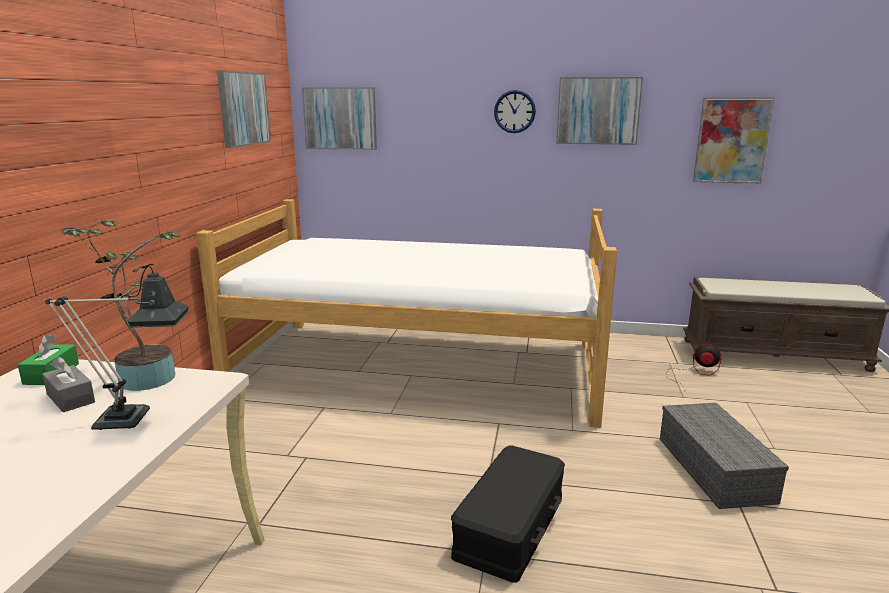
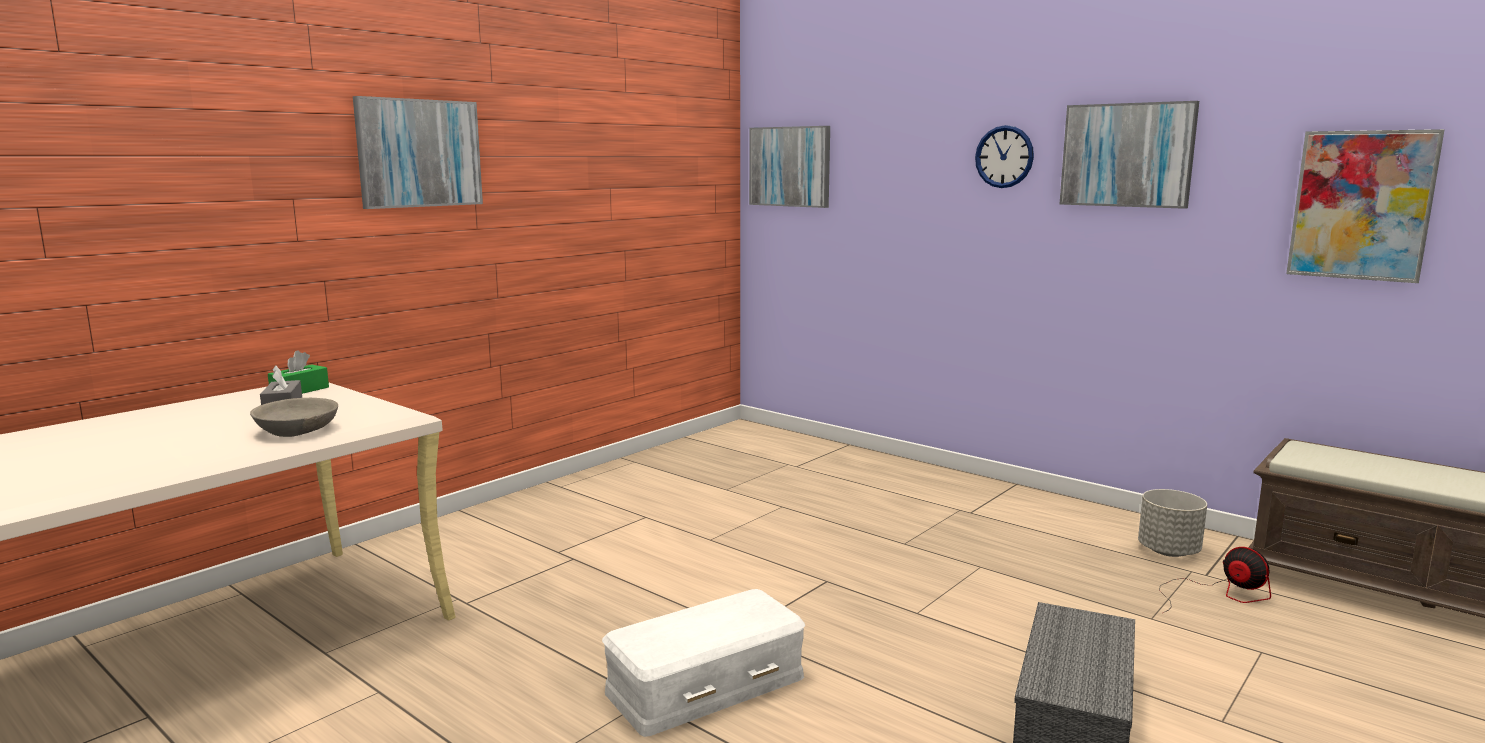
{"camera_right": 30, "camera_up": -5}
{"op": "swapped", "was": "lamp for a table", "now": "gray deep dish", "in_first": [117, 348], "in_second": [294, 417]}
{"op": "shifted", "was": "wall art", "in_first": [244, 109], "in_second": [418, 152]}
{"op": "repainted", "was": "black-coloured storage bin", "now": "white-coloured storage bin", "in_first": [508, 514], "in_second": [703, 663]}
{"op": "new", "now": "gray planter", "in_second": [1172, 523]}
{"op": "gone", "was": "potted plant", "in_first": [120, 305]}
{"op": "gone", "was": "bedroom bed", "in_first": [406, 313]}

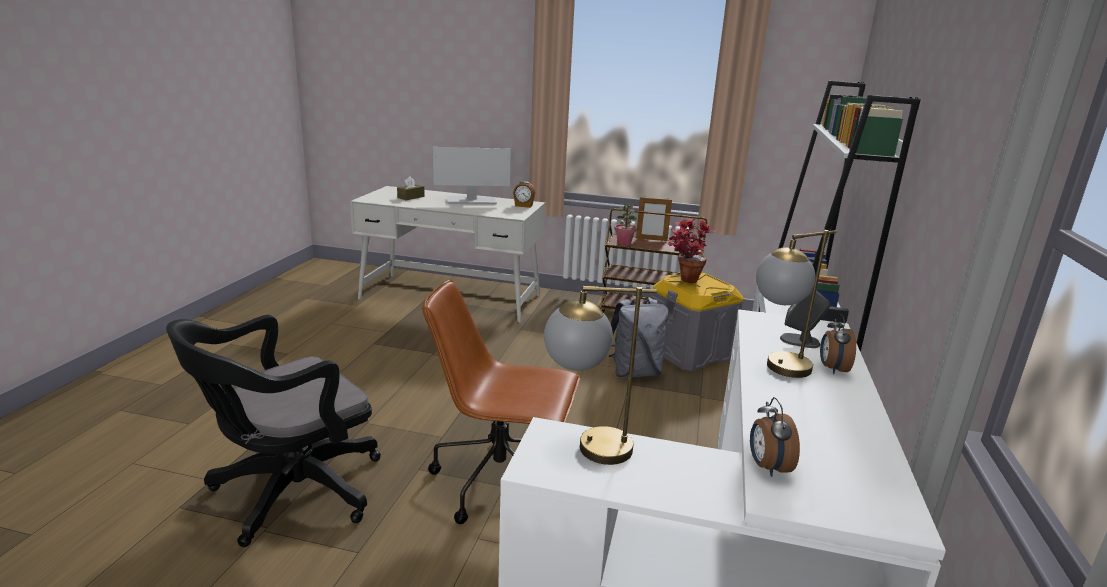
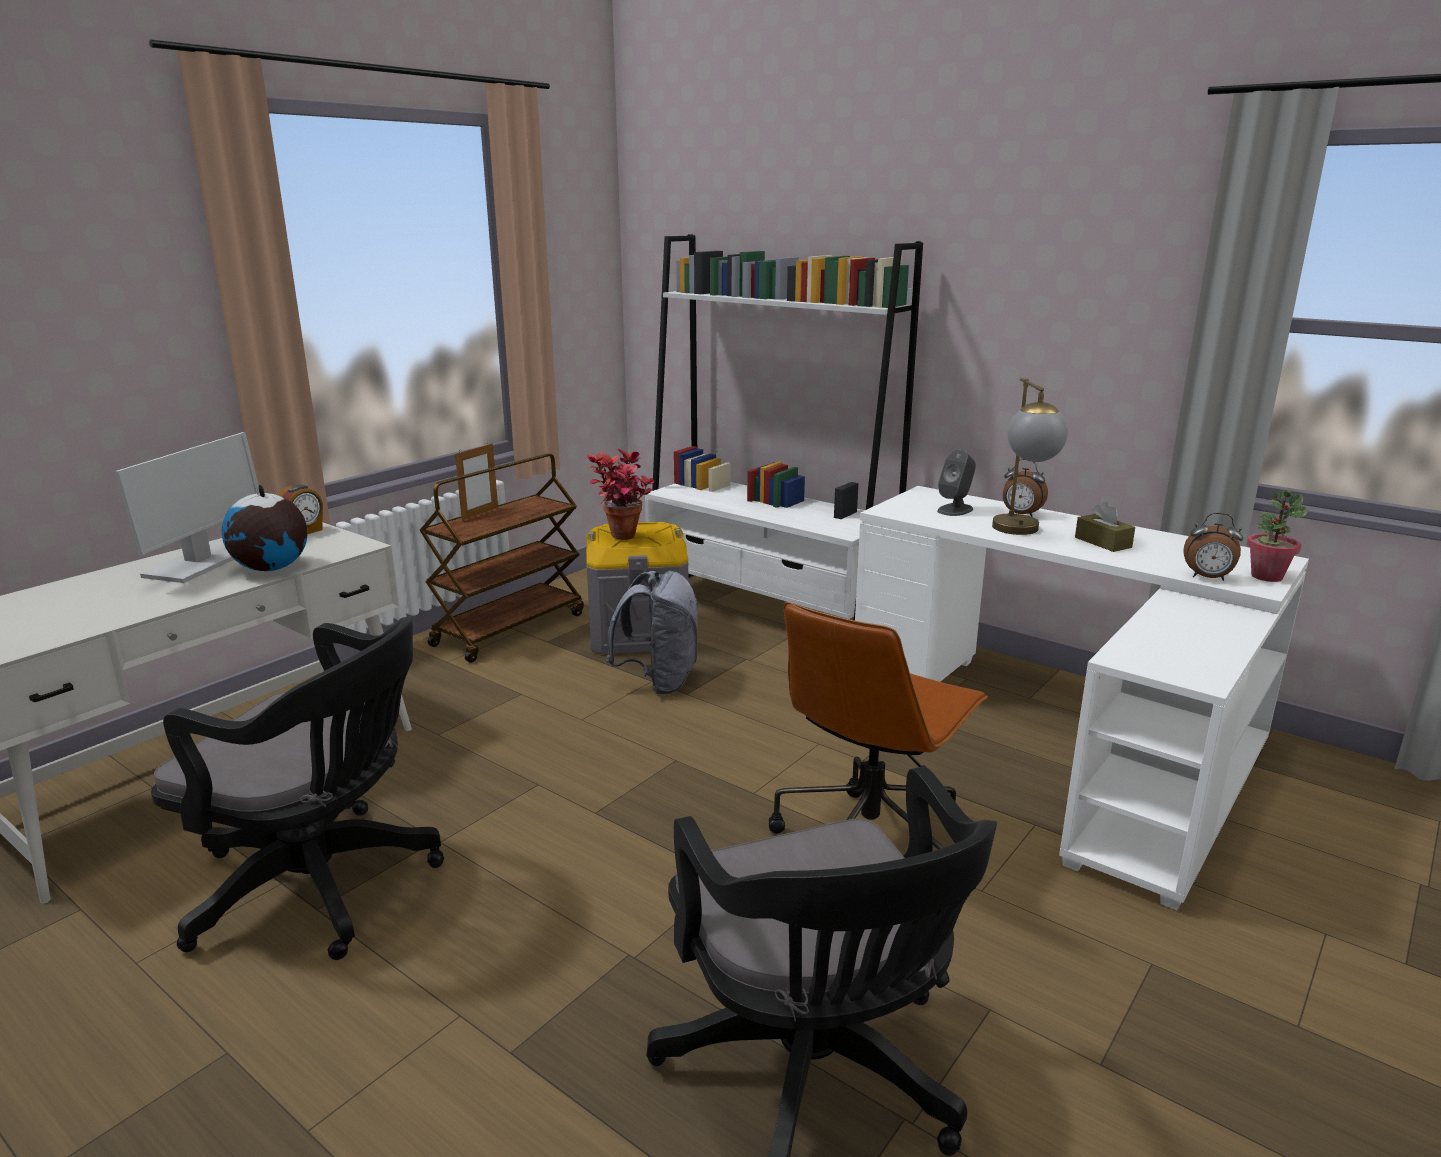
{"camera_right": -65, "camera_up": 0}
{"op": "new", "now": "black-coloured computer chair", "in_second": [297, 788]}
{"op": "new", "now": "desk globe", "in_second": [264, 527]}
{"op": "shifted", "was": "brown tissue box", "in_first": [411, 188], "in_second": [1105, 527]}
{"op": "shifted", "was": "potted plant", "in_first": [625, 224], "in_second": [1277, 536]}
{"op": "gone", "was": "lamp for a table", "in_first": [600, 375]}

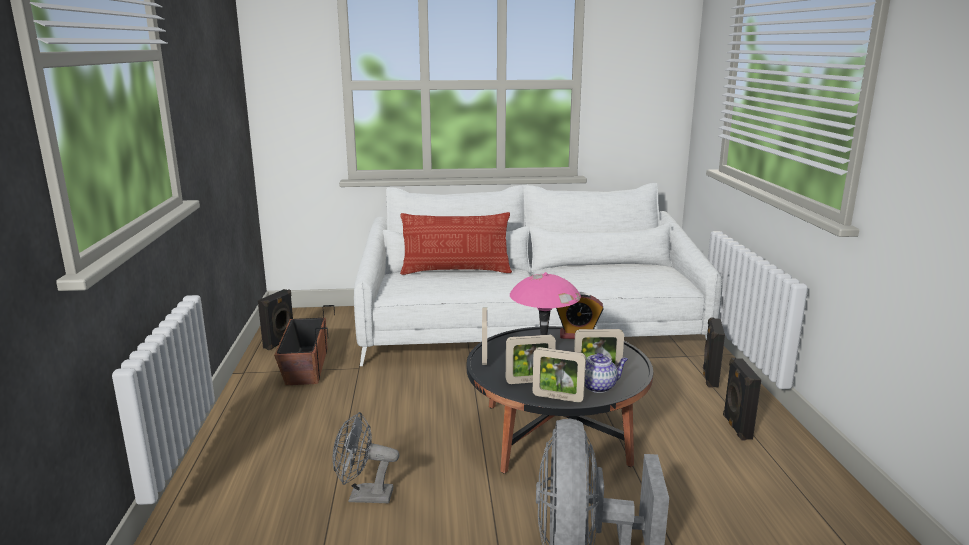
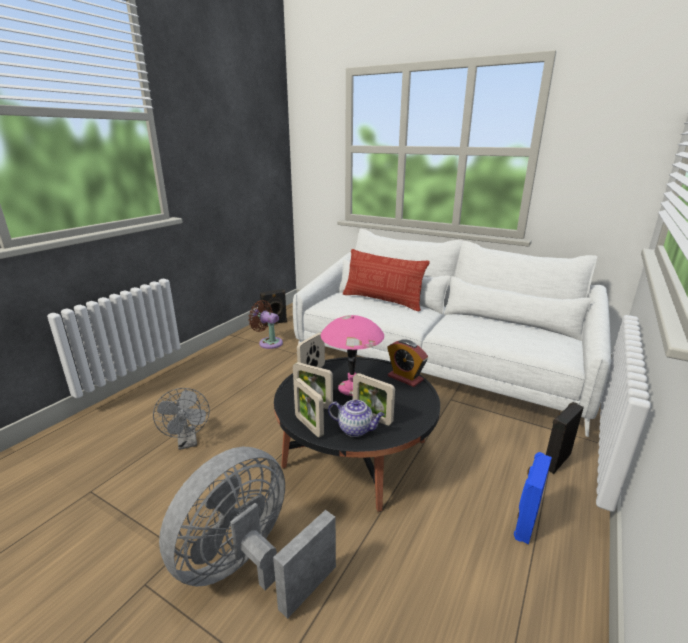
{"camera_right": 35, "camera_up": 5}
{"op": "rotated", "was": "gray fan", "in_first": [366, 457], "in_second": [181, 419], "clockwise": -150}
{"op": "swapped", "was": "planter", "now": "brown fan", "in_first": [304, 345], "in_second": [265, 324]}
{"op": "repainted", "was": "black-coloured audio speaker", "now": "blue-coloured audio speaker", "in_first": [742, 399], "in_second": [533, 498]}

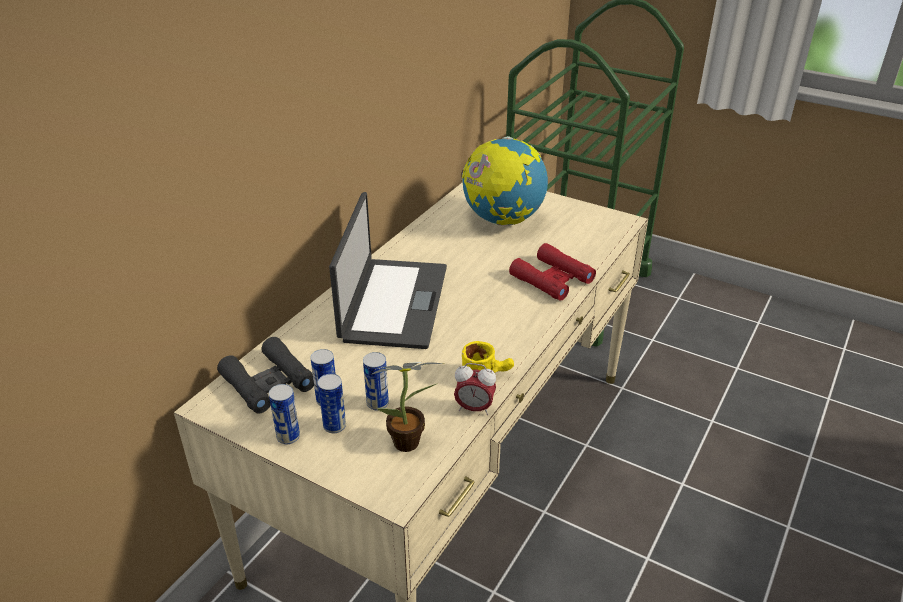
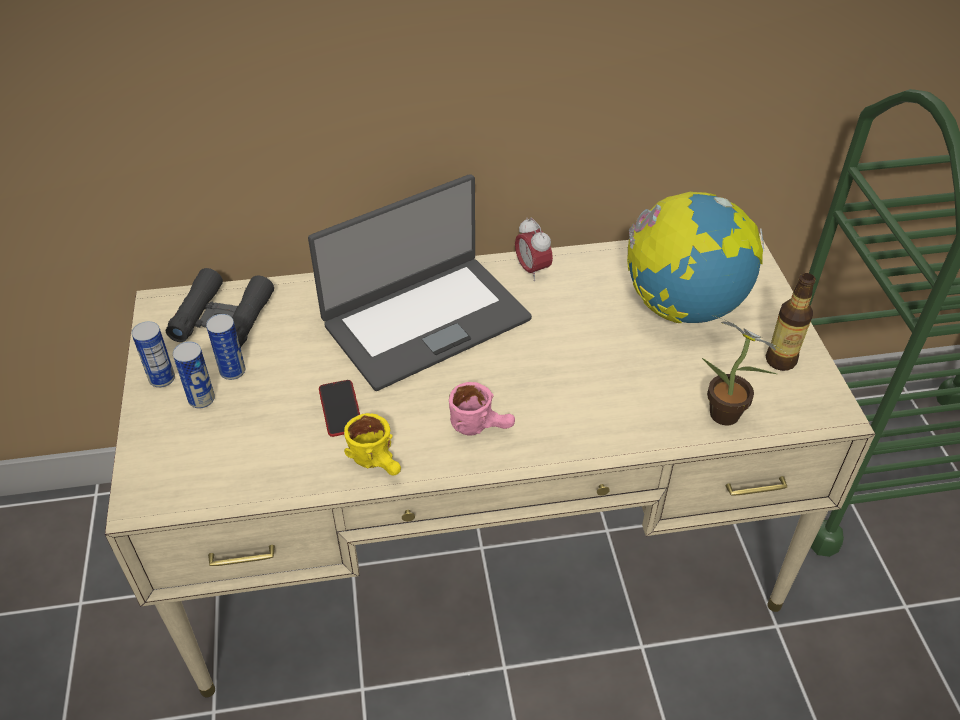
{"camera_right": 50, "camera_up": 10}
{"op": "new", "now": "handset", "in_second": [339, 408]}
{"op": "new", "now": "pink-coloured mug", "in_second": [482, 409]}
{"op": "shifted", "was": "table clock", "in_first": [475, 389], "in_second": [534, 249]}
{"op": "shifted", "was": "potted plant", "in_first": [407, 407], "in_second": [746, 370]}
{"op": "new", "now": "drink bottle", "in_second": [791, 322]}
{"op": "gone", "was": "can", "in_first": [376, 381]}
{"op": "gone", "was": "red-coloured binoculars", "in_first": [552, 272]}

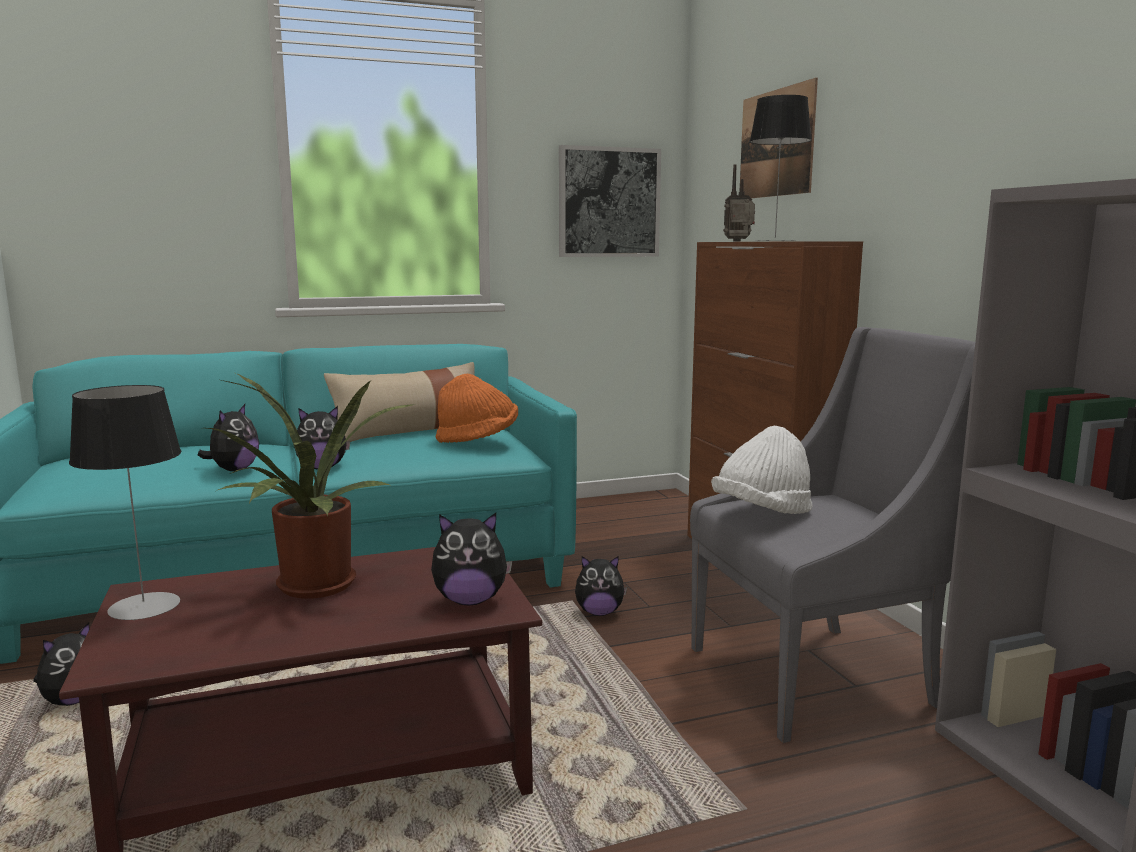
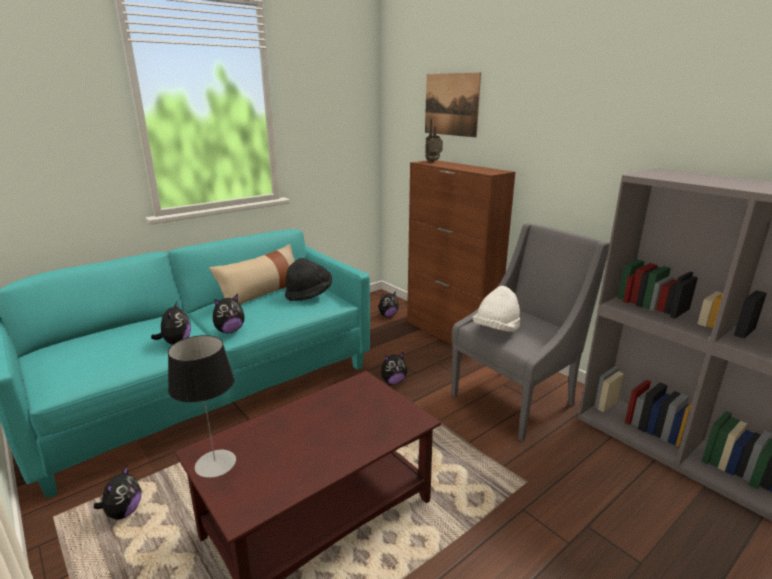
{"camera_right": -20, "camera_up": 10}
{"op": "repainted", "was": "orange clothing hat", "now": "black-coloured clothing hat", "in_first": [477, 408], "in_second": [308, 279]}
{"op": "shifted", "was": "plush toy", "in_first": [471, 559], "in_second": [388, 304]}
{"op": "gone", "was": "potted plant", "in_first": [311, 486]}
{"op": "gone", "was": "wall art", "in_first": [610, 201]}
{"op": "gone", "was": "lamp for a table", "in_first": [781, 168]}

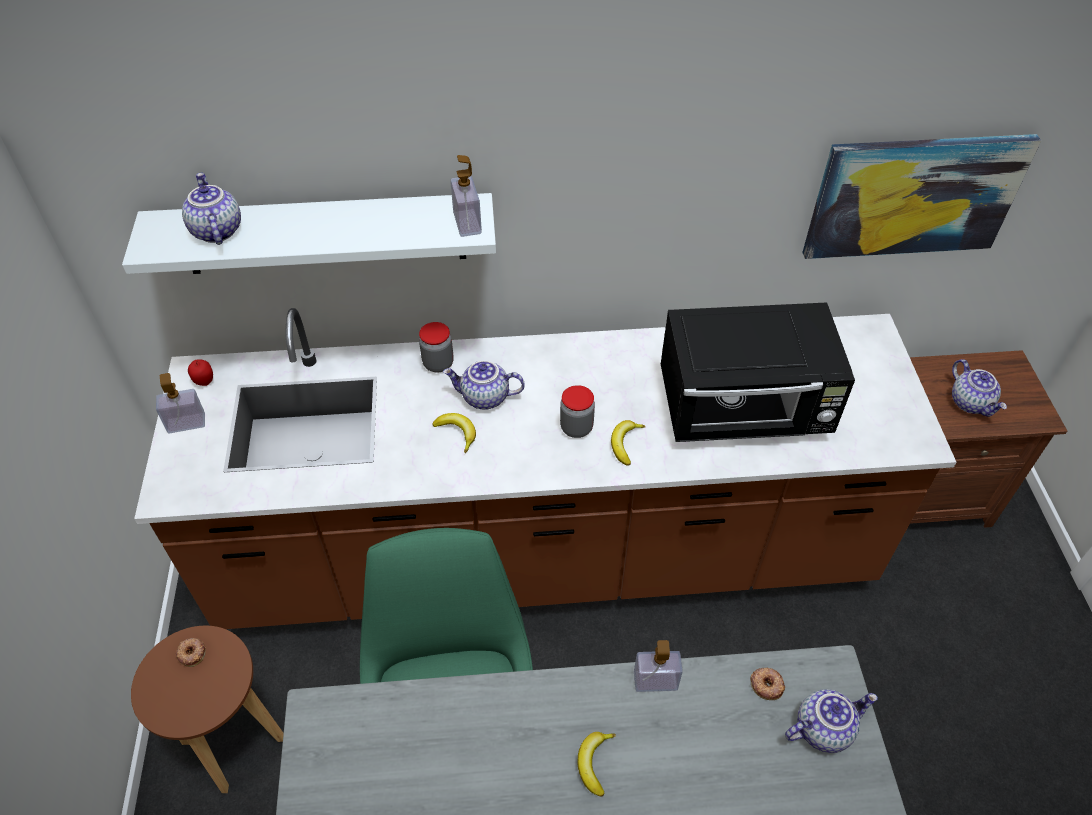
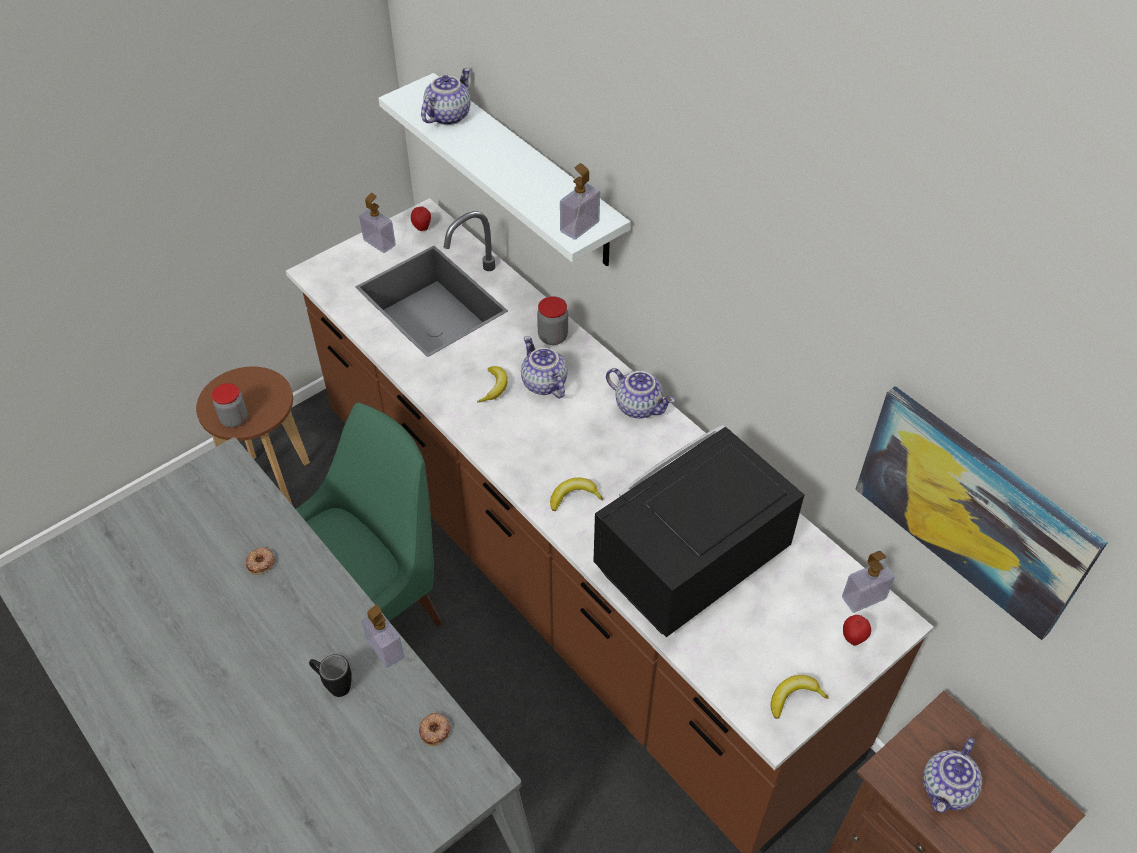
{"camera_right": 55, "camera_up": 0}
{"op": "shifted", "was": "jar", "in_first": [577, 411], "in_second": [230, 405]}
{"op": "shifted", "was": "donut", "in_first": [191, 652], "in_second": [260, 561]}
{"op": "new", "now": "black-coloured mug", "in_second": [330, 675]}
{"op": "rotated", "was": "black-coloured microwave oven", "in_first": [758, 372], "in_second": [698, 531], "clockwise": 90}
{"op": "shifted", "was": "pot for tea", "in_first": [831, 721], "in_second": [640, 393]}
{"op": "shifted", "was": "banana", "in_first": [597, 764], "in_second": [800, 697]}
{"op": "new", "now": "soap dispenser", "in_second": [868, 582]}
{"op": "new", "now": "whole apple", "in_second": [857, 630]}

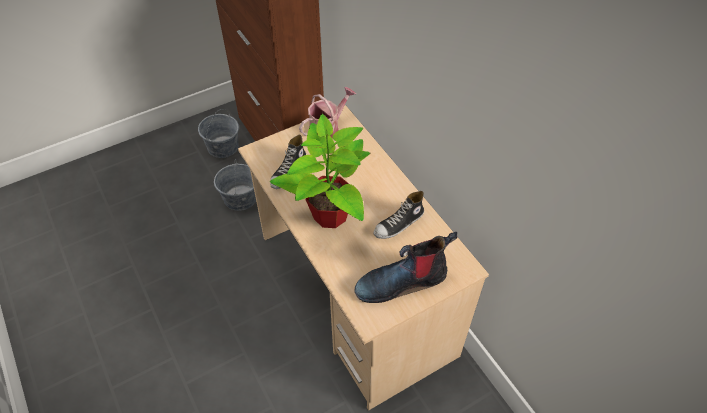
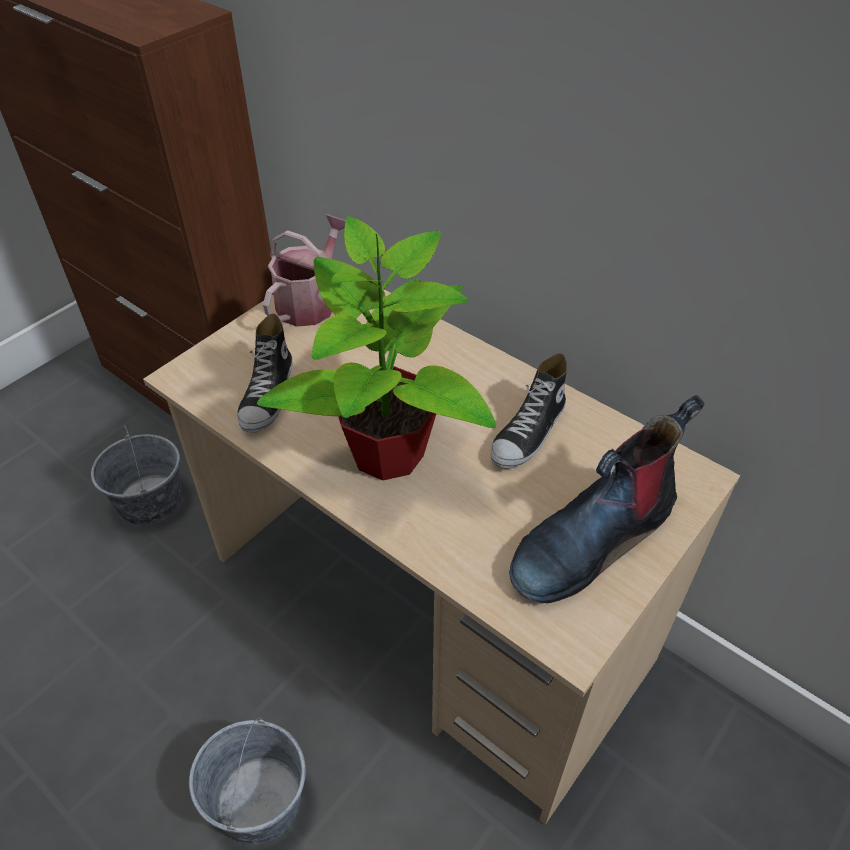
{"camera_right": -20, "camera_up": -5}
{"op": "shifted", "was": "gray pail", "in_first": [218, 133], "in_second": [247, 781]}

